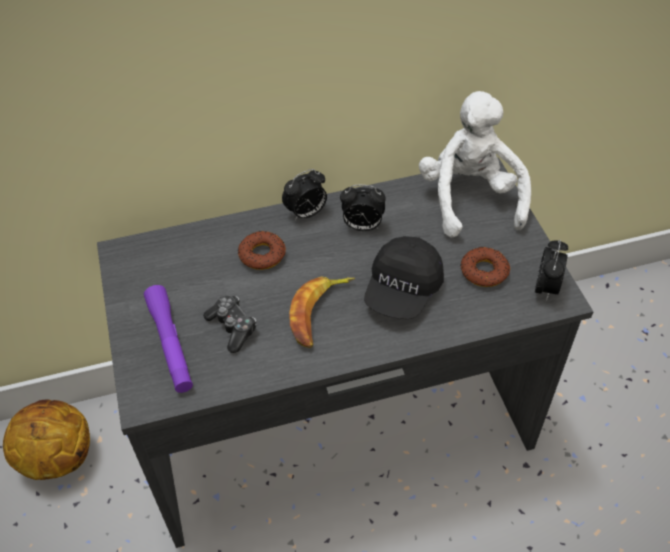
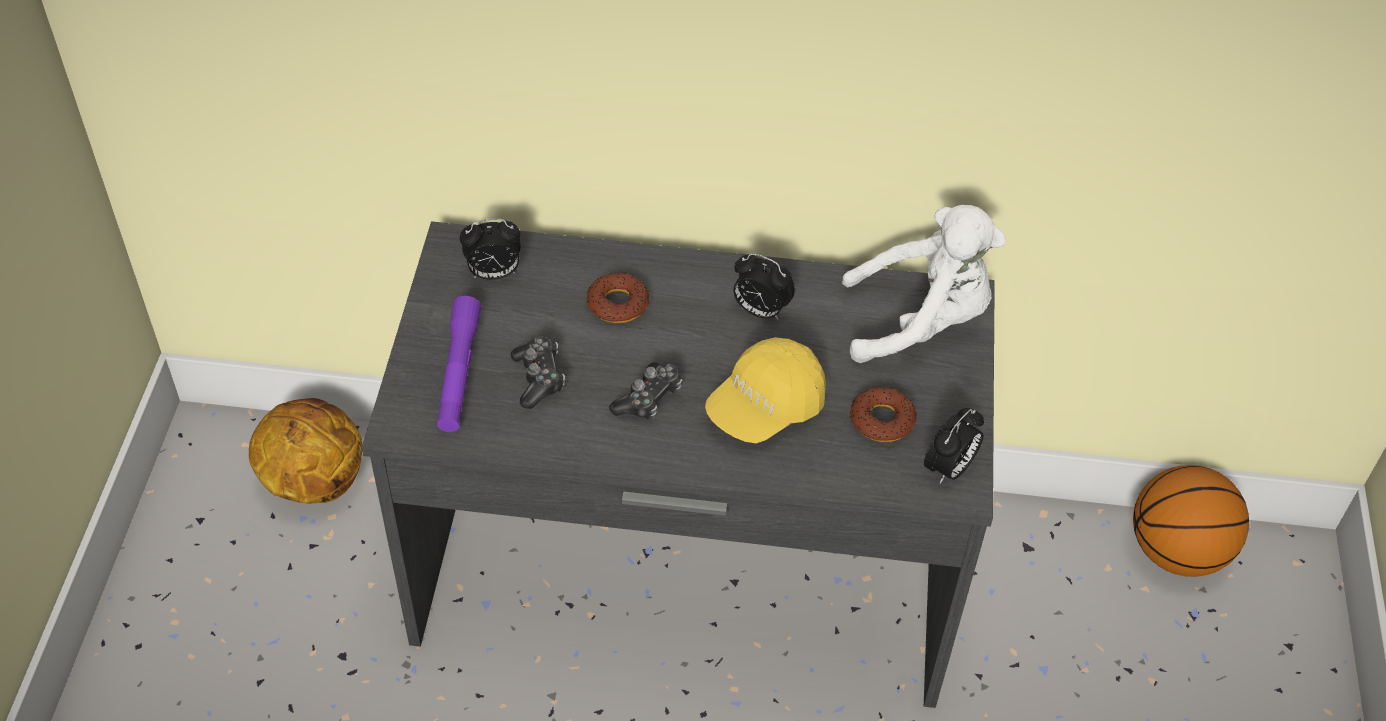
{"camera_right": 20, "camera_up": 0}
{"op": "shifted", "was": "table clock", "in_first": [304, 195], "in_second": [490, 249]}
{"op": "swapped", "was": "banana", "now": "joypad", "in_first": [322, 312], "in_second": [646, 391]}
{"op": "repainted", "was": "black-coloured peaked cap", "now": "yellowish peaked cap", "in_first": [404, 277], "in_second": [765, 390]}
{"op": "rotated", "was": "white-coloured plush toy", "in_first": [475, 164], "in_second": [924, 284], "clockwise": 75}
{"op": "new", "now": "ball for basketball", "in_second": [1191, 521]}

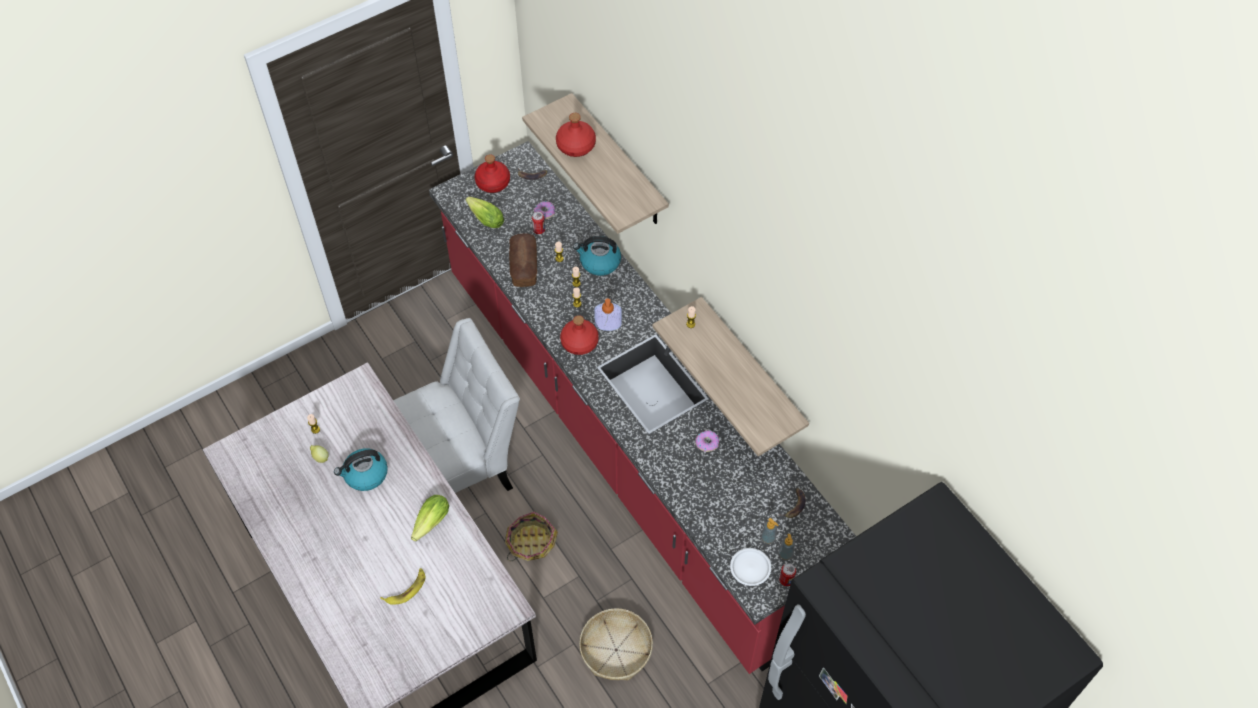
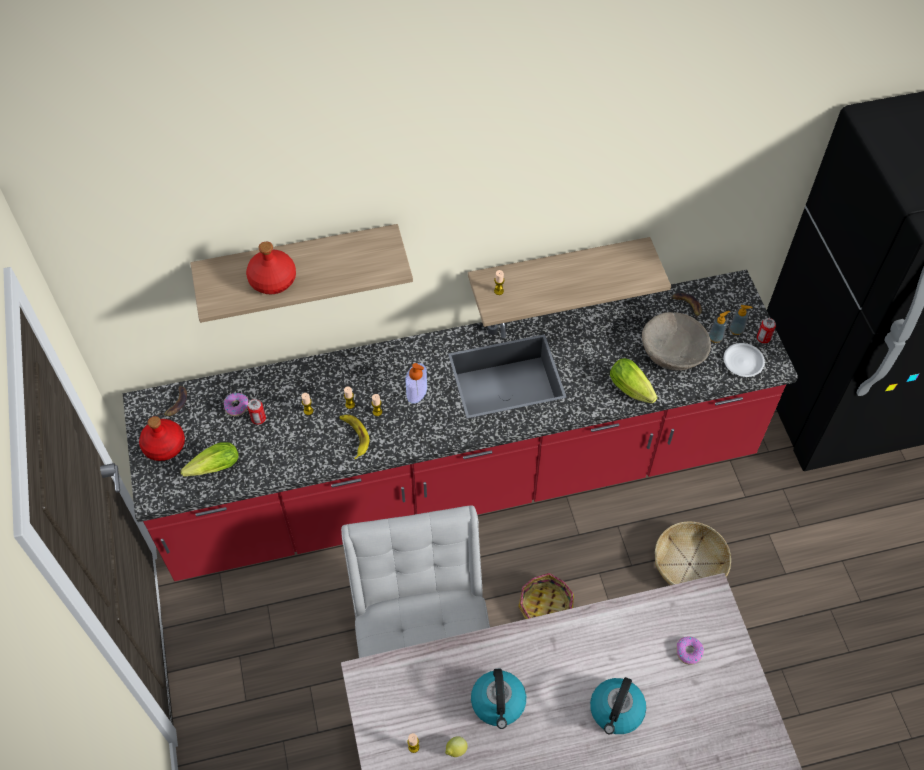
{"camera_right": -70, "camera_up": 0}
{"op": "shifted", "was": "banana", "in_first": [402, 586], "in_second": [354, 437]}
{"op": "shifted", "was": "tea kettle", "in_first": [597, 256], "in_second": [618, 706]}
{"op": "shifted", "was": "lettuce head", "in_first": [430, 518], "in_second": [634, 381]}
{"op": "new", "now": "sand-coloured deep dish", "in_second": [676, 341]}
{"op": "shifted", "was": "donut", "in_first": [707, 441], "in_second": [690, 650]}
{"op": "gone", "was": "bread", "in_first": [523, 260]}
{"op": "gone", "was": "red-coloured drink bottle", "in_first": [579, 335]}

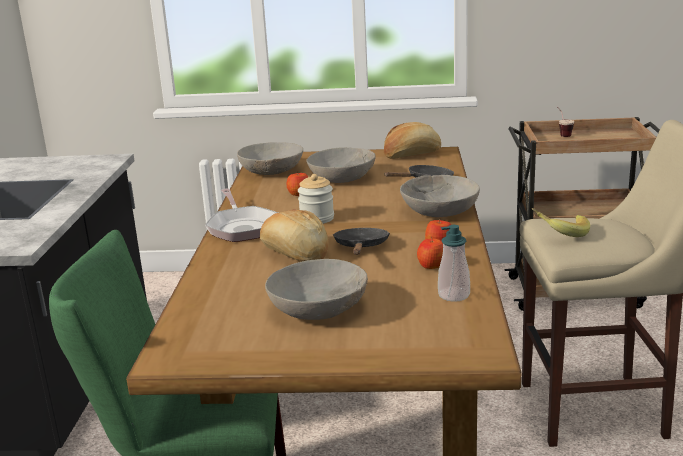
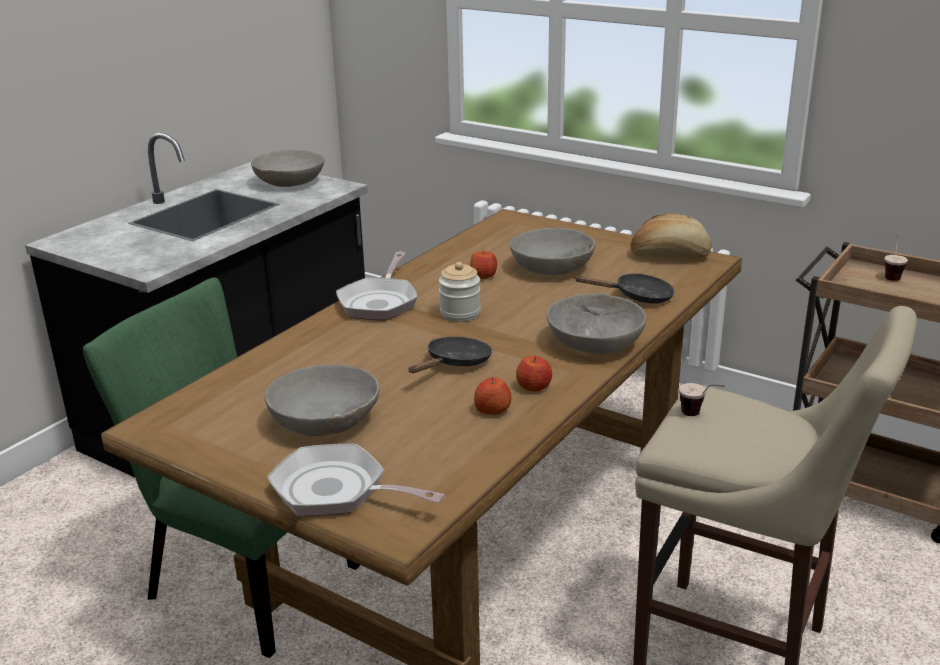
{"camera_right": 30, "camera_up": 5}
{"op": "shifted", "was": "gray deep dish", "in_first": [270, 158], "in_second": [288, 168]}
{"op": "new", "now": "skillet", "in_second": [356, 480]}
{"op": "swapped", "was": "banana", "now": "drinking cup", "in_first": [560, 222], "in_second": [702, 399]}
{"op": "gone", "was": "bread", "in_first": [294, 235]}
{"op": "gone", "was": "soap dispenser", "in_first": [454, 263]}

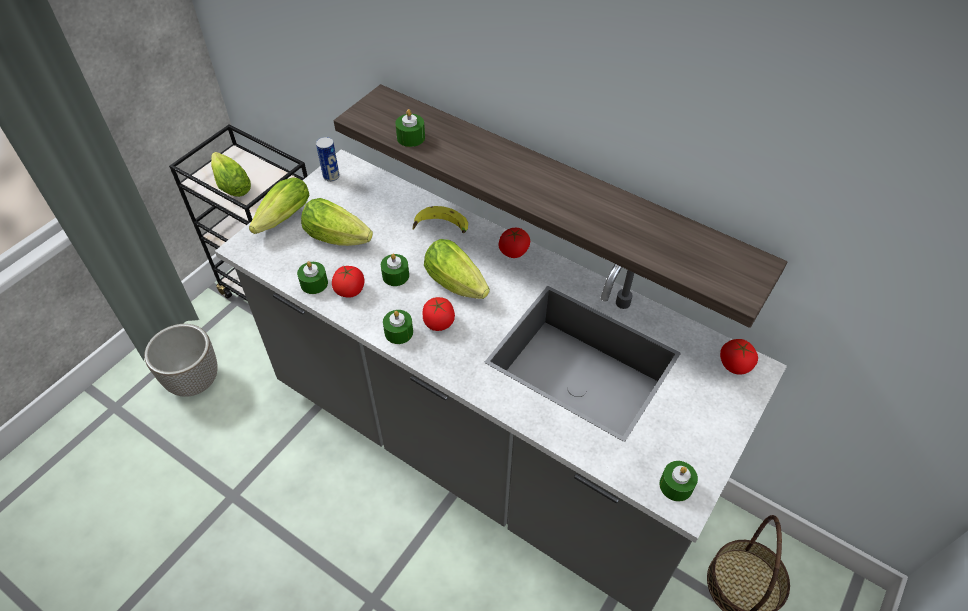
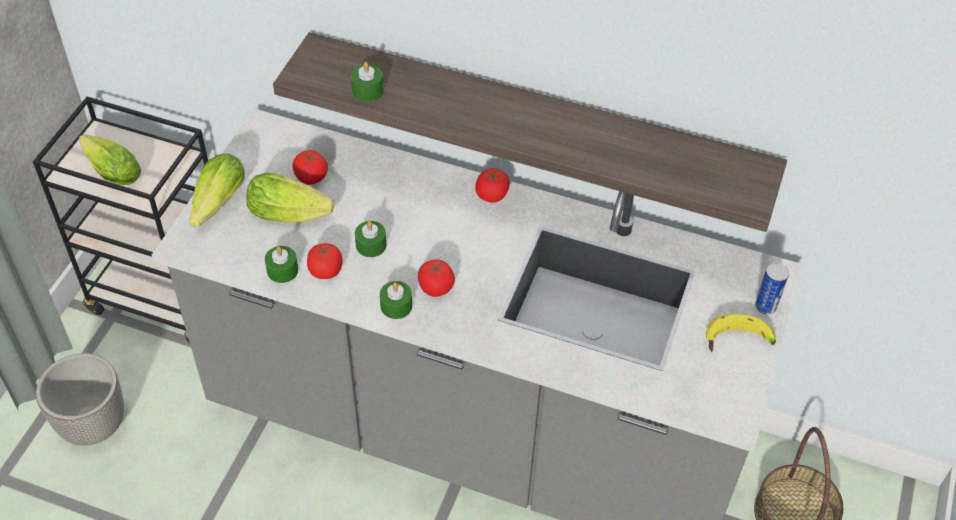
{"camera_right": -15, "camera_up": 0}
{"op": "shifted", "was": "fresh tomato", "in_first": [739, 357], "in_second": [310, 167]}
{"op": "shifted", "was": "banana", "in_first": [440, 219], "in_second": [741, 332]}
{"op": "shifted", "was": "can", "in_first": [328, 159], "in_second": [772, 289]}
{"op": "gone", "was": "lettuce head", "in_first": [457, 269]}
{"op": "gone", "was": "greenish wax candle", "in_first": [678, 481]}

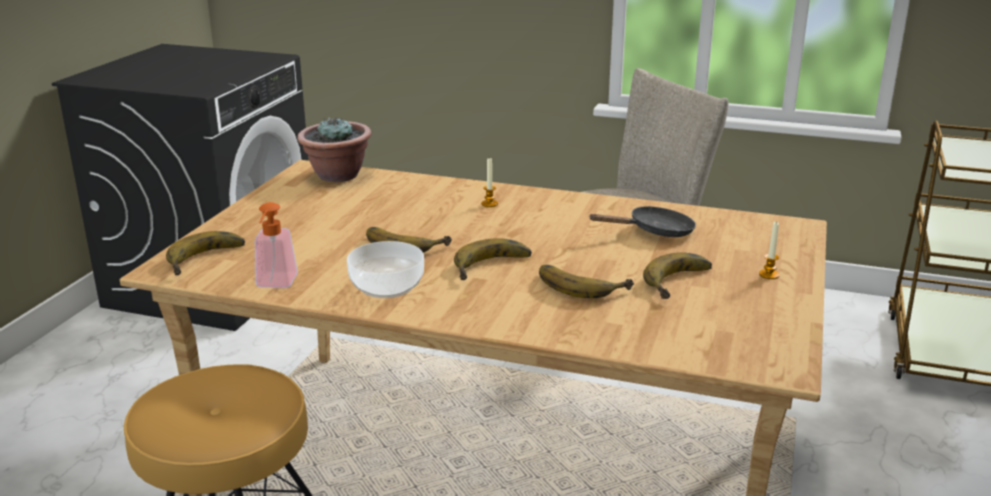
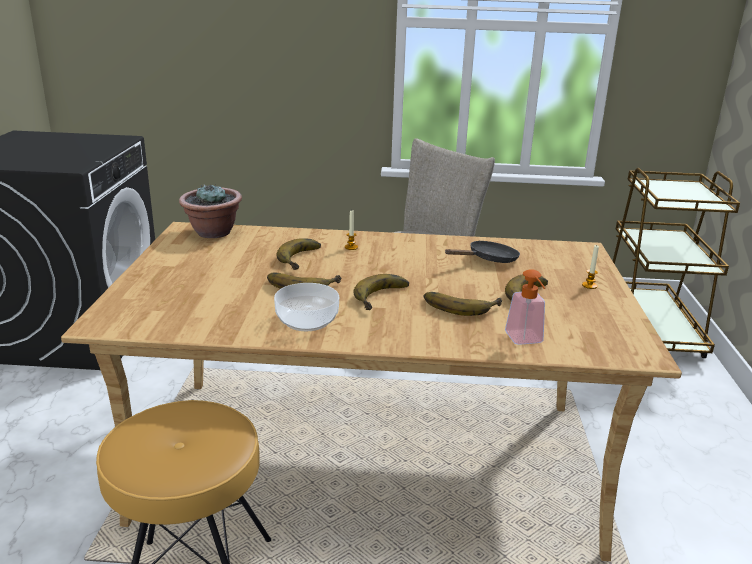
{"camera_right": -15, "camera_up": 0}
{"op": "shifted", "was": "banana", "in_first": [205, 253], "in_second": [298, 254]}
{"op": "shifted", "was": "soap dispenser", "in_first": [276, 245], "in_second": [525, 307]}

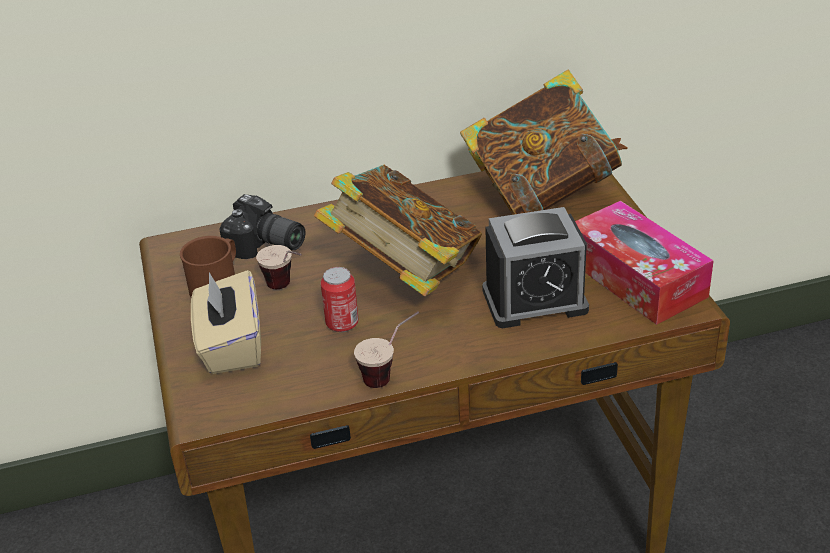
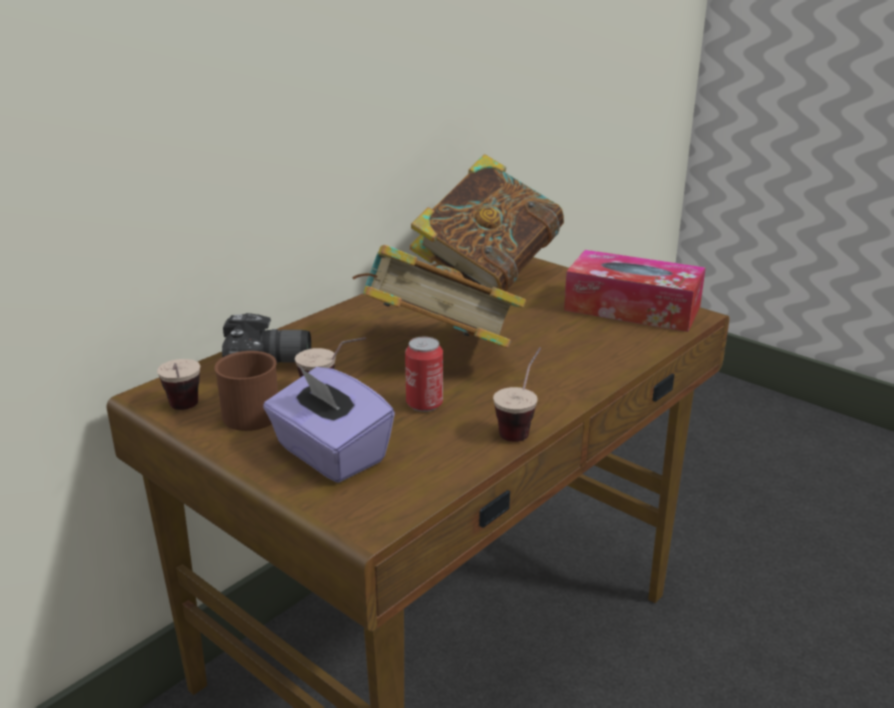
{"camera_right": -35, "camera_up": -10}
{"op": "new", "now": "drinking cup", "in_second": [178, 384]}
{"op": "repainted", "was": "sand-coloured tissue box", "now": "purple-coloured tissue box", "in_first": [226, 322], "in_second": [329, 424]}
{"op": "gone", "was": "table clock", "in_first": [535, 267]}

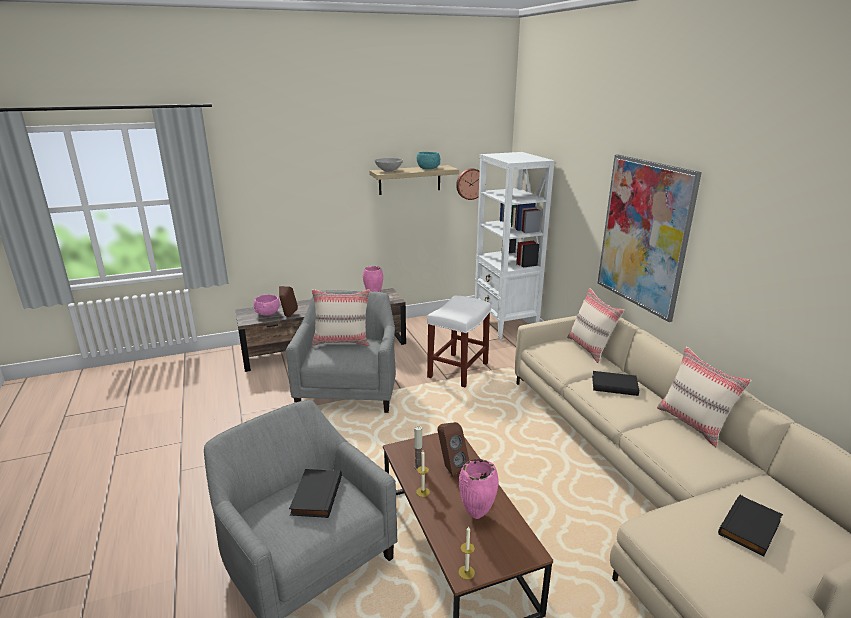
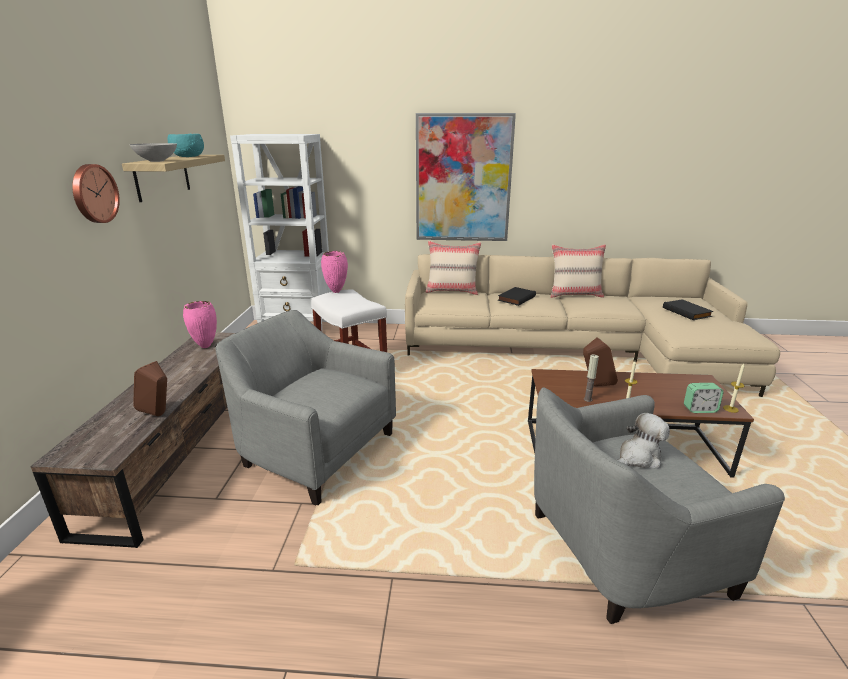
{"camera_right": -65, "camera_up": 0}
{"op": "shifted", "was": "wall clock", "in_first": [468, 184], "in_second": [96, 193]}
{"op": "shifted", "was": "pink-coloured flower vase", "in_first": [479, 489], "in_second": [334, 272]}
{"op": "swapped", "was": "black-coloured volume", "now": "plush toy", "in_first": [315, 493], "in_second": [643, 441]}
{"op": "new", "now": "table clock", "in_second": [704, 398]}
{"op": "gone", "was": "pink-coloured deep dish", "in_first": [267, 305]}
{"op": "gone", "was": "sand-coloured pillow", "in_first": [341, 317]}

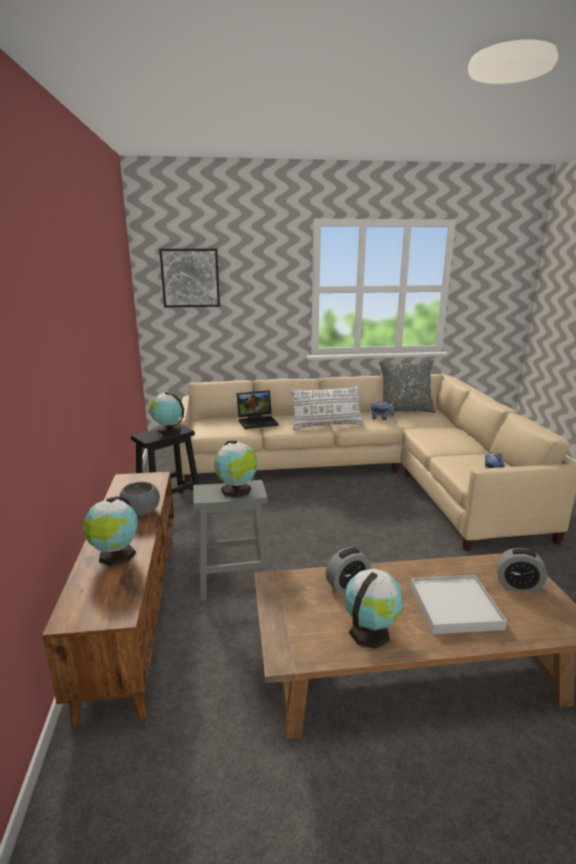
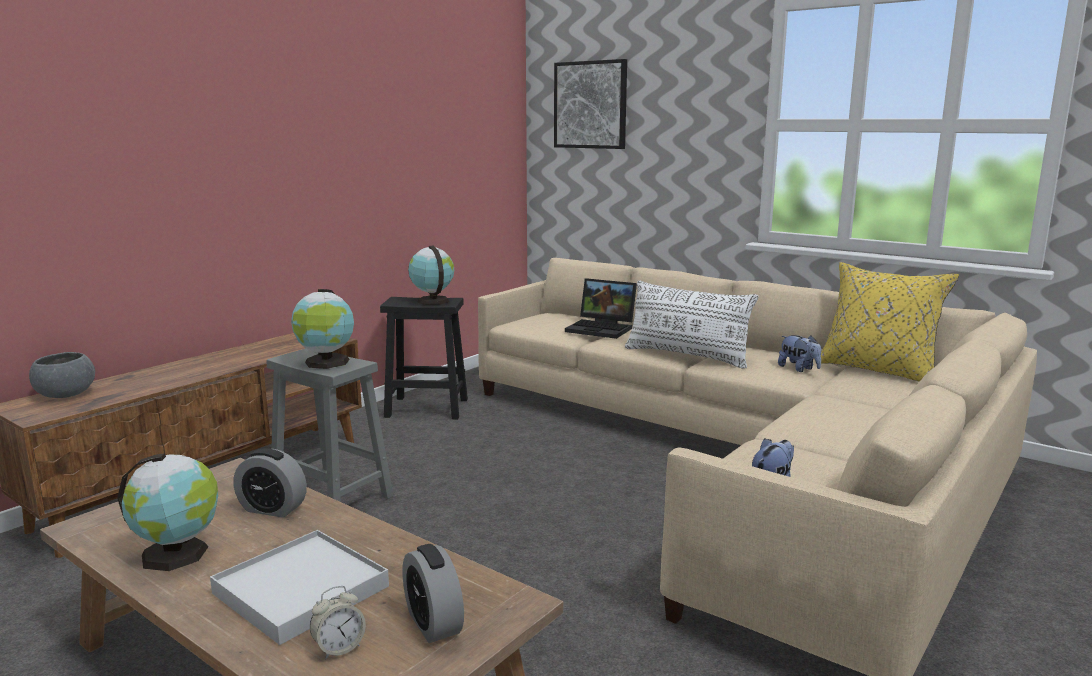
{"camera_right": 45, "camera_up": -5}
{"op": "shifted", "was": "gray deep dish", "in_first": [139, 499], "in_second": [62, 375]}
{"op": "new", "now": "table clock", "in_second": [338, 622]}
{"op": "repainted", "was": "gray pillow", "now": "yellowish pillow", "in_first": [407, 386], "in_second": [887, 322]}
{"op": "gone", "was": "desk globe", "in_first": [110, 531]}

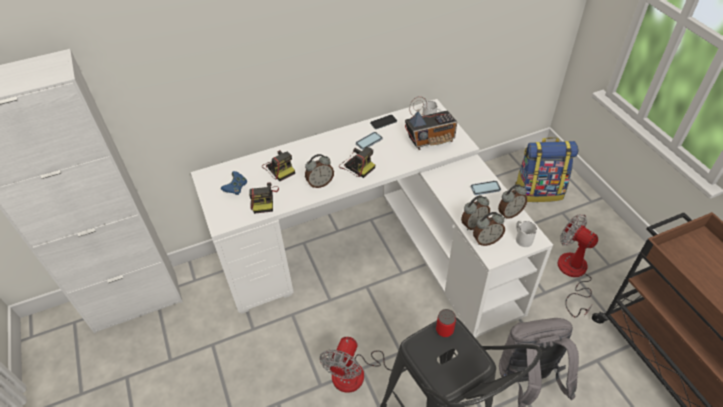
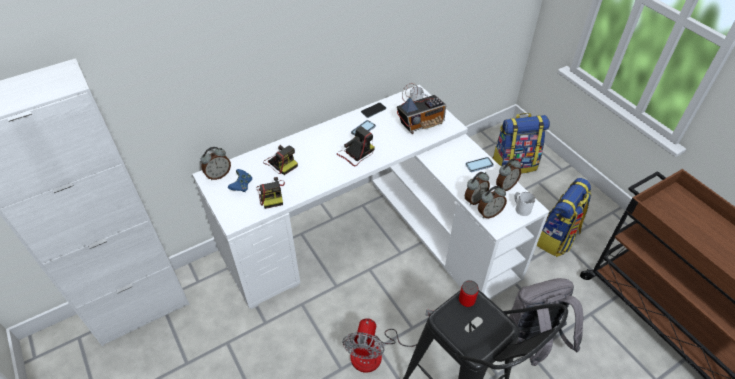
{"camera_right": -10, "camera_up": 0}
{"op": "shifted", "was": "table clock", "in_first": [319, 171], "in_second": [216, 163]}
{"op": "rotated", "was": "still camera", "in_first": [357, 162], "in_second": [356, 146], "clockwise": -75}
{"op": "swapped", "was": "fan", "now": "rucksack", "in_first": [578, 266], "in_second": [563, 217]}

